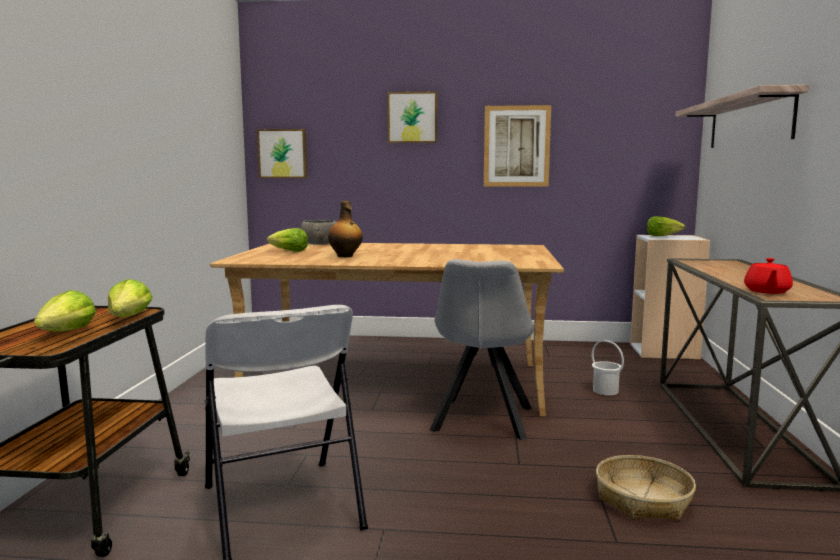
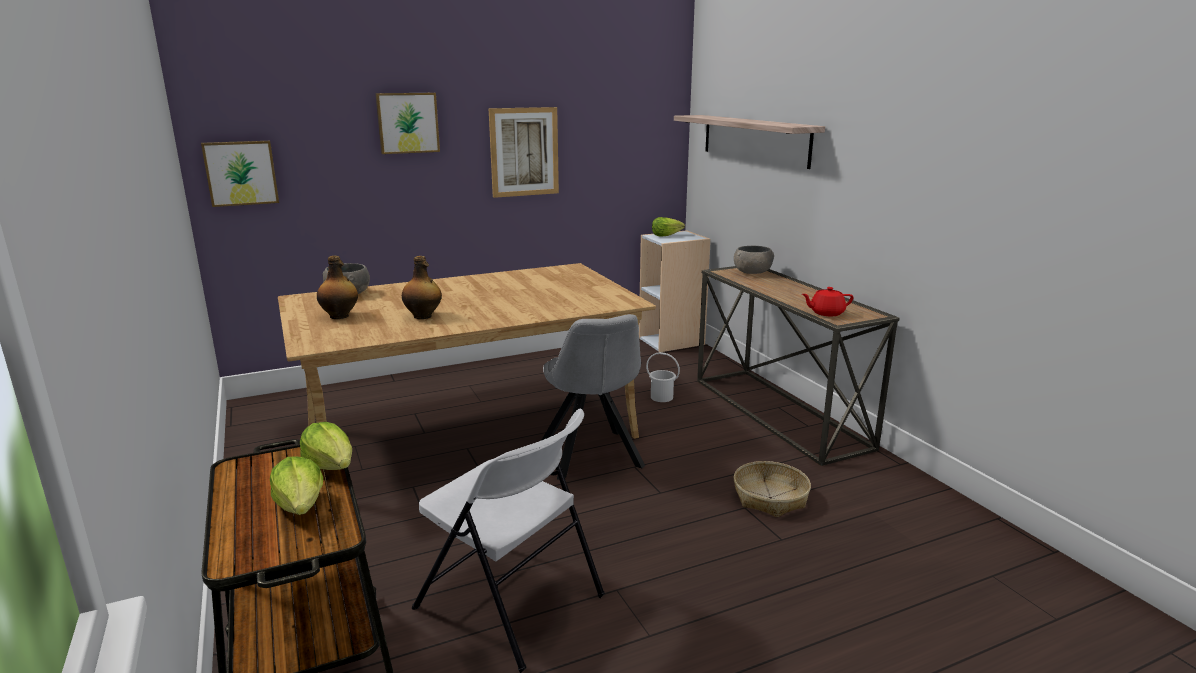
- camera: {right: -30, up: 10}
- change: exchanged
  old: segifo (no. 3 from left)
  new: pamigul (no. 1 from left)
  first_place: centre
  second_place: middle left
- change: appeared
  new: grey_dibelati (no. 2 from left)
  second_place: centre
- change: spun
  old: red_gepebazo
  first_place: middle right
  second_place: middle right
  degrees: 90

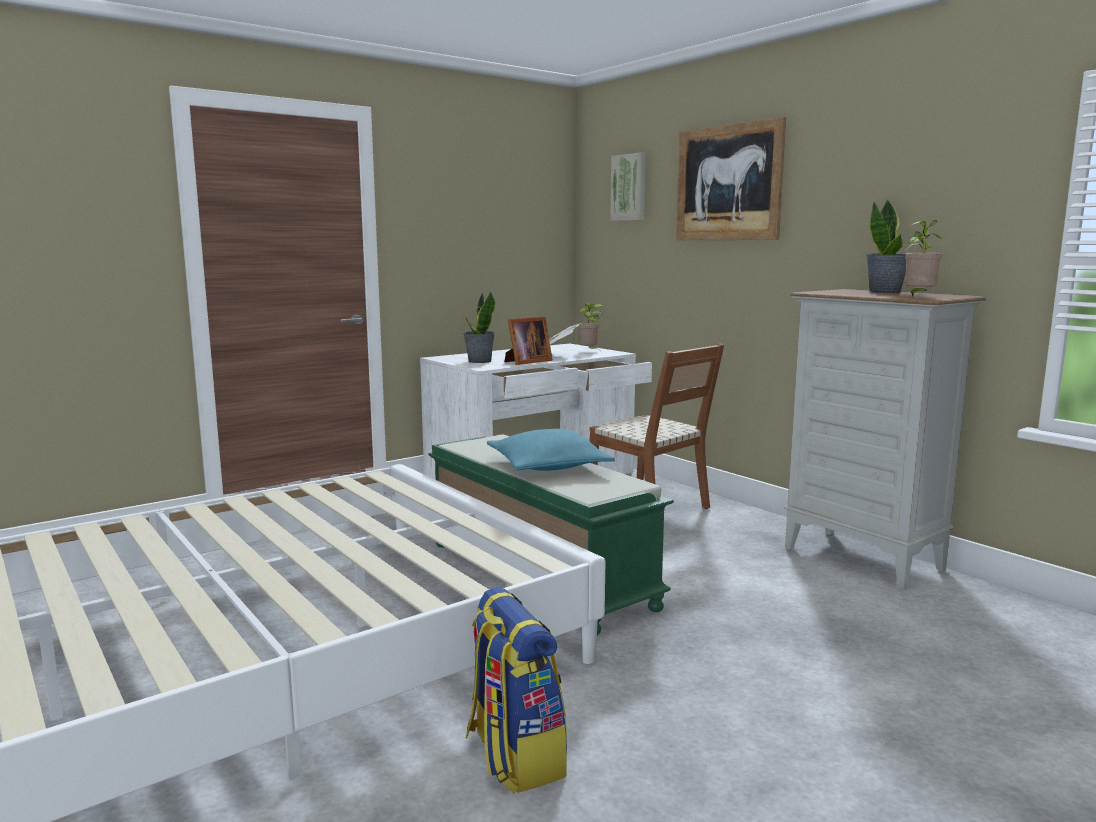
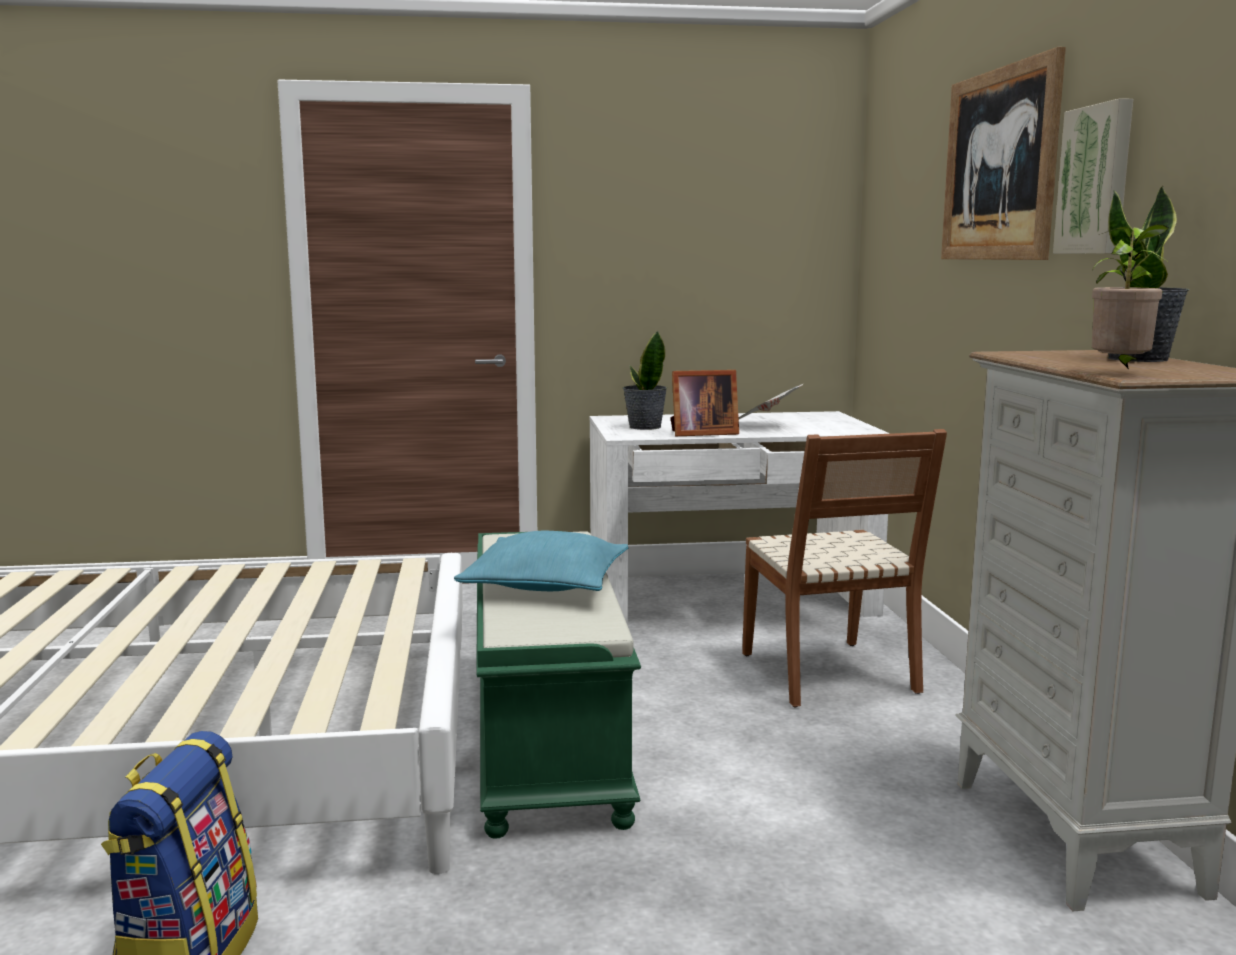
- camera: {right: 30, up: 0}
- change: relocated
  old: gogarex (no. 1 from left in the first image)
  new: gogarex (no. 2 from left)
  first_place: top centre
  second_place: top right
- change: missing
  old: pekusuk (no. 2 from left)
  first_place: centre

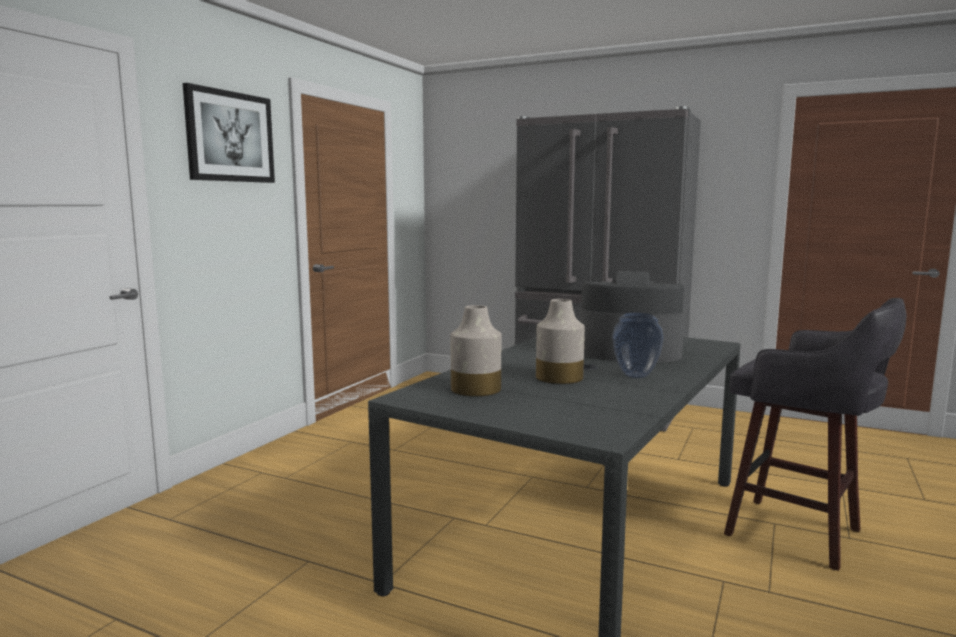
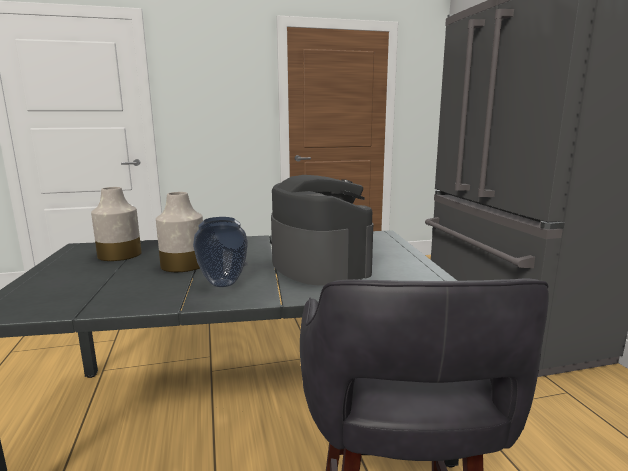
- camera: {right: 50, up: 5}
- change: missing
  old: gogarex
  first_place: top left

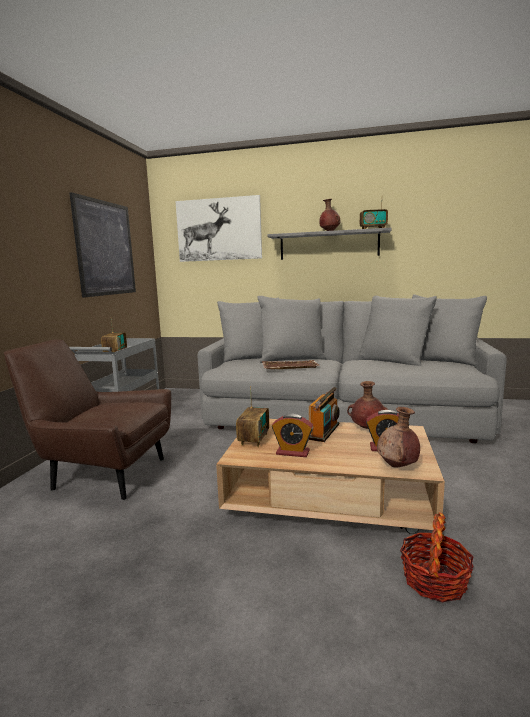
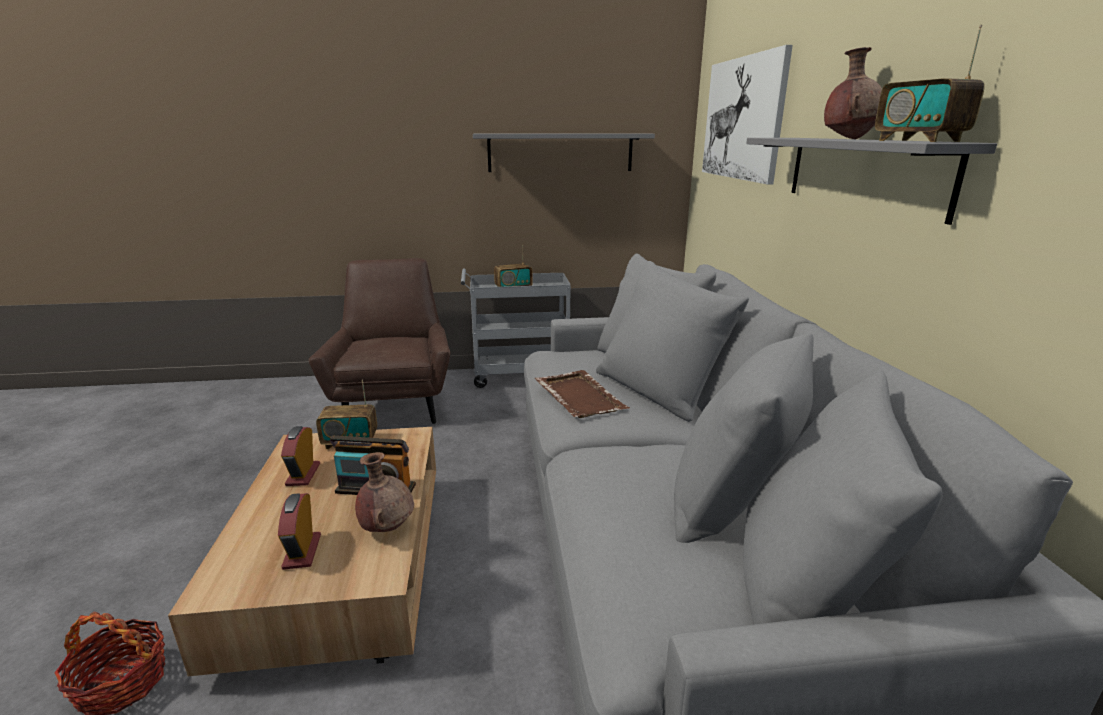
- camera: {right: 70, up: 10}
- change: exchanged
  old: gogarex (no. 1 from left)
  new: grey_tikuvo (no. 1 from left)
  first_place: middle left
  second_place: top centre
- change: missing
  old: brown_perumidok (no. 3 from left)
  first_place: middle right

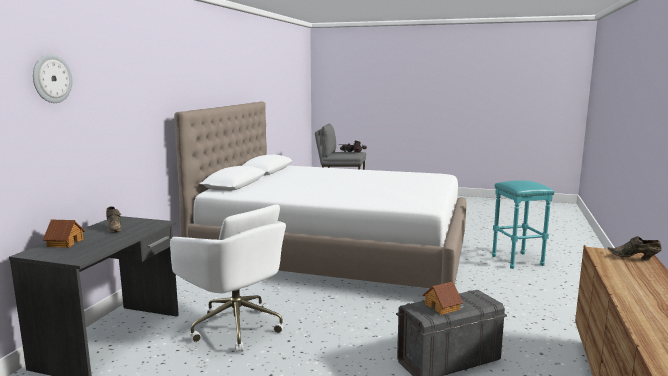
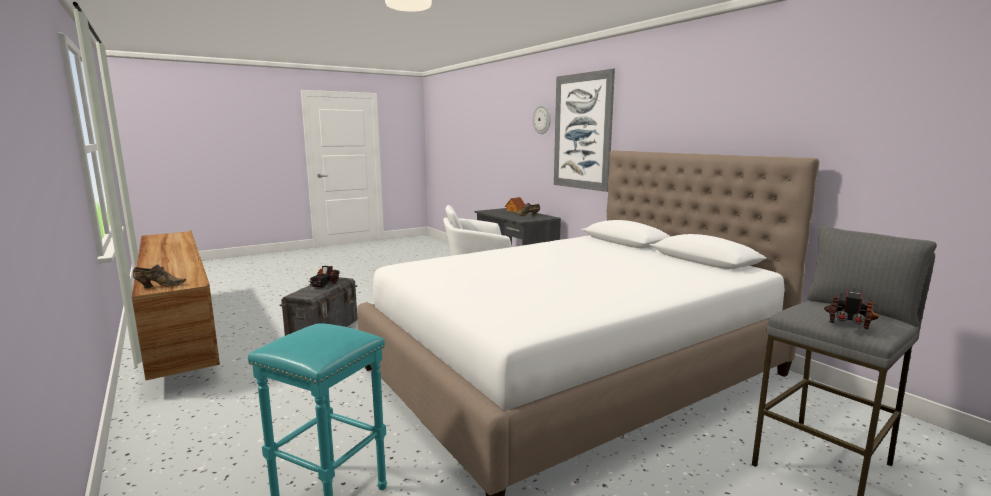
- camera: {right: 130, up: 0}
- change: exchanged
  old: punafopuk (no. 2 from left)
  new: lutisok (no. 1 from left)
  first_place: bottom centre
  second_place: middle left
- change: appeared
  new: gogarex
  second_place: top centre

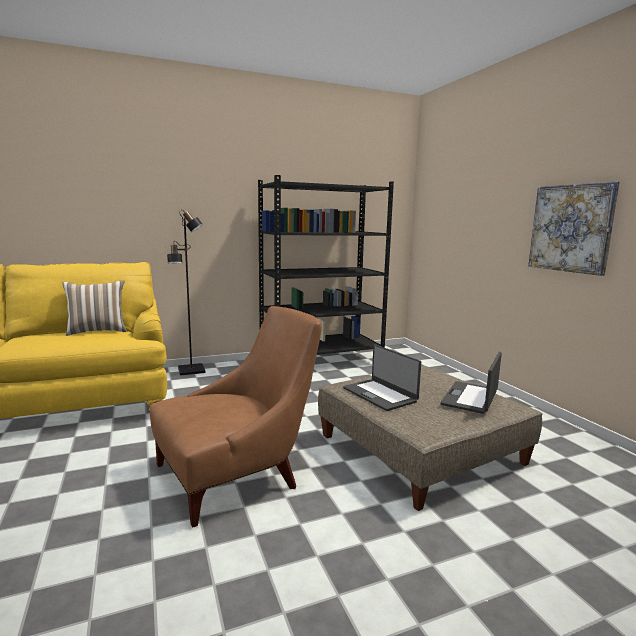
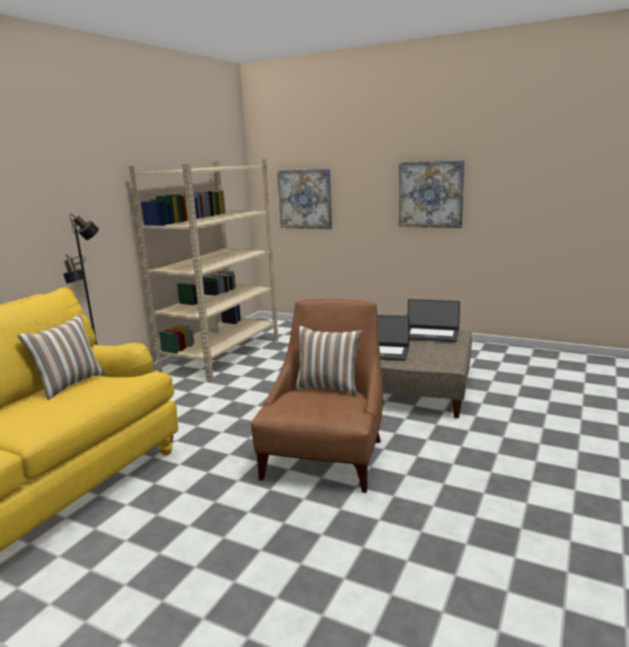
- camera: {right: -40, up: 5}
- change: colour
  old: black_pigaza
  new: beige_pigaza
  first_place: centre
  second_place: middle left
- change: appeared
  new: gogarex (no. 1 from left)
  second_place: top centre
- change: appeared
  new: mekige (no. 2 from left)
  second_place: centre
- change: spun
  old: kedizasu (no. 2 from left)
  first_place: middle right
  second_place: middle right
  degrees: -60

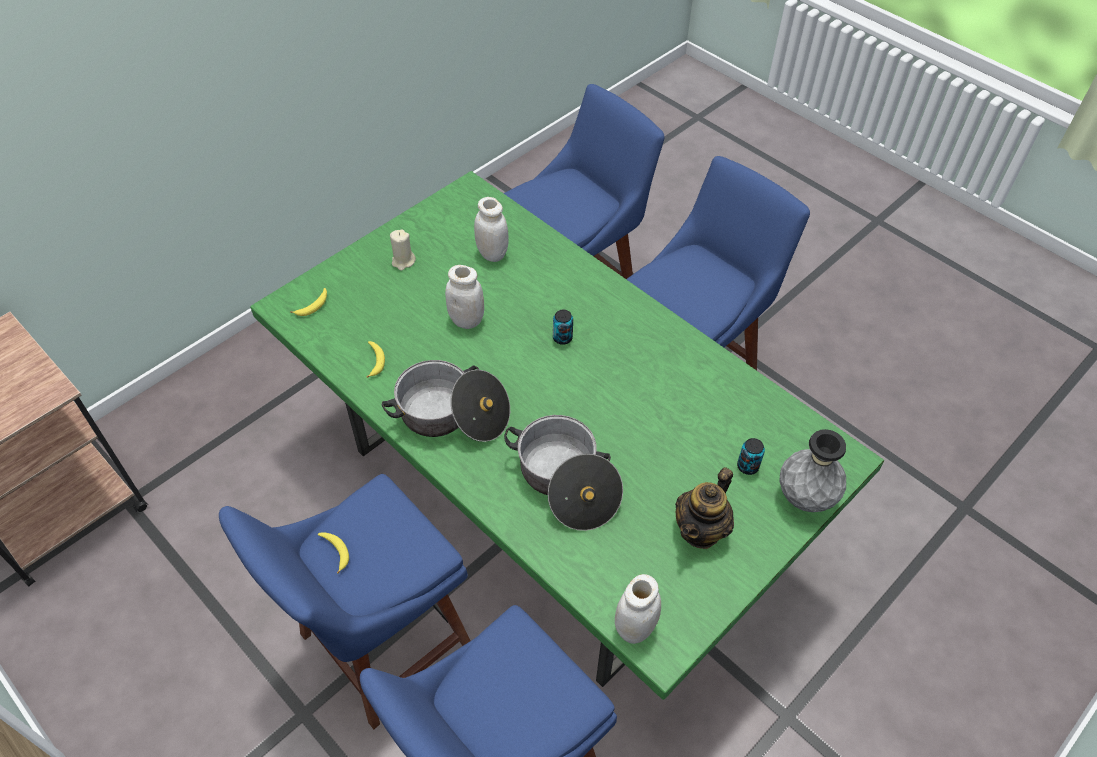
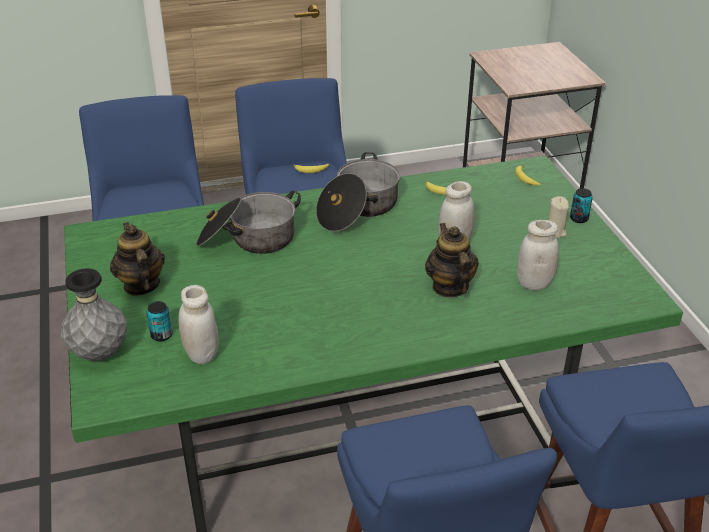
- camera: {right: 120, up: -15}
- change: relocated
  old: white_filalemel (no. 3 from left in the first image)
  new: white_filalemel (no. 1 from left)
  first_place: bottom centre
  second_place: middle left
- change: appeared
  new: gepebazo (no. 2 from left)
  second_place: centre
- change: relocated
  old: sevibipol (no. 1 from left in the first image)
  new: sevibipol (no. 2 from left)
  first_place: centre
  second_place: middle right

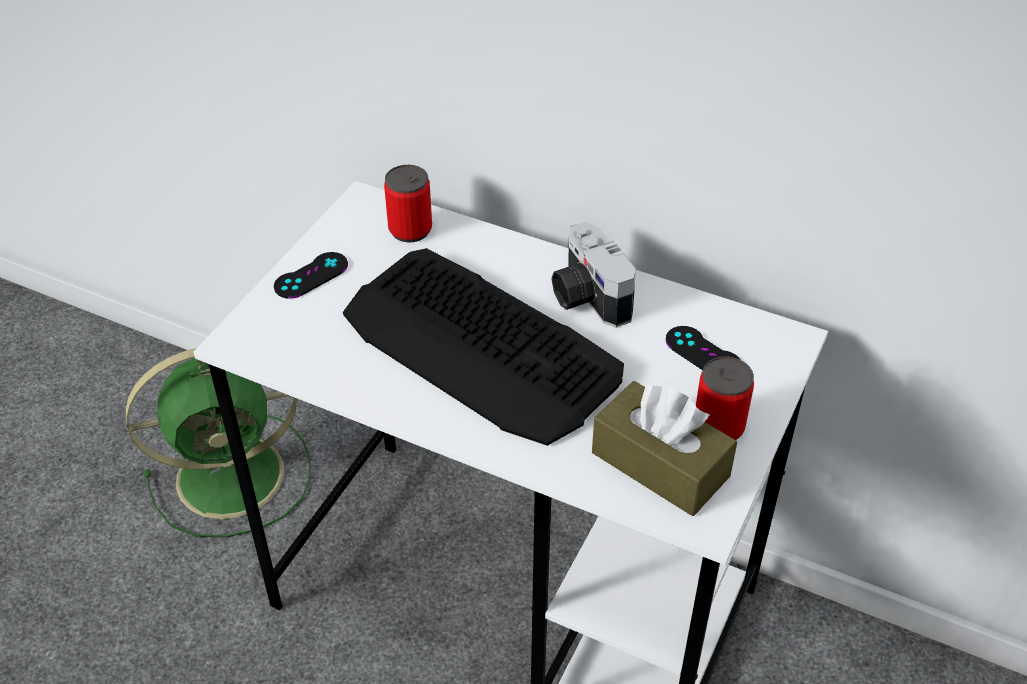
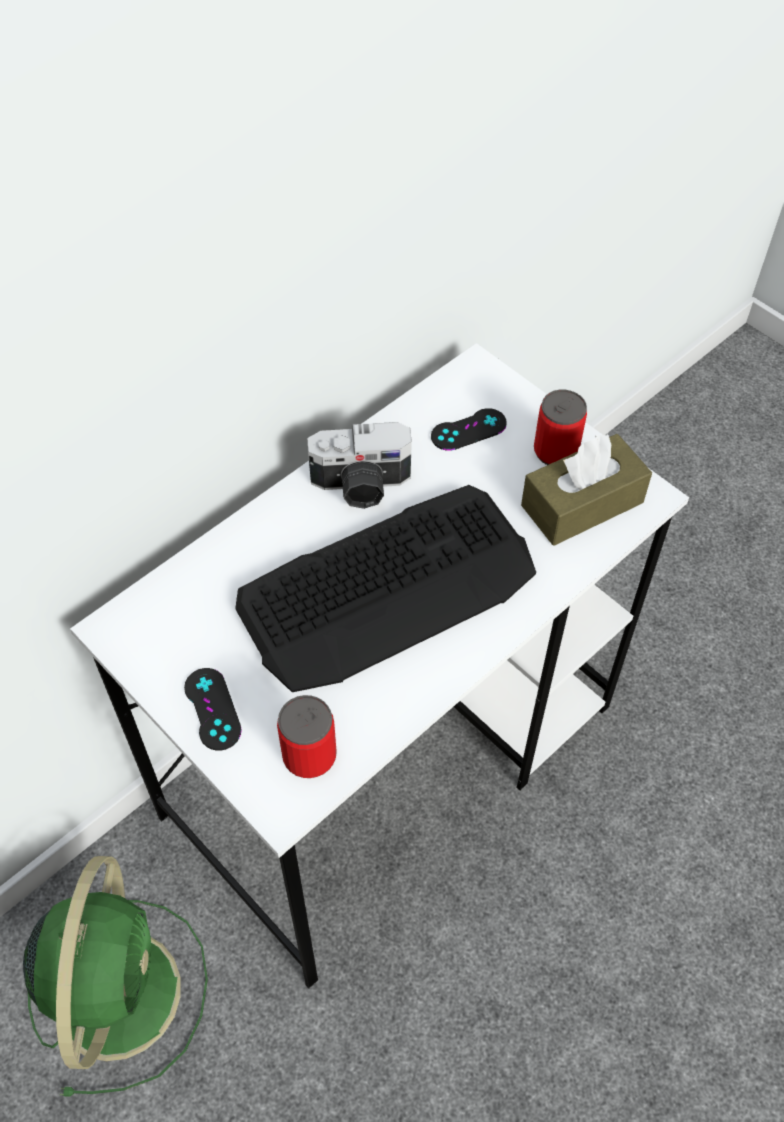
- camera: {right: -70, up: 10}
- change: relocated
  old: sevibipol (no. 1 from left)
  first_place: top centre
  second_place: centre

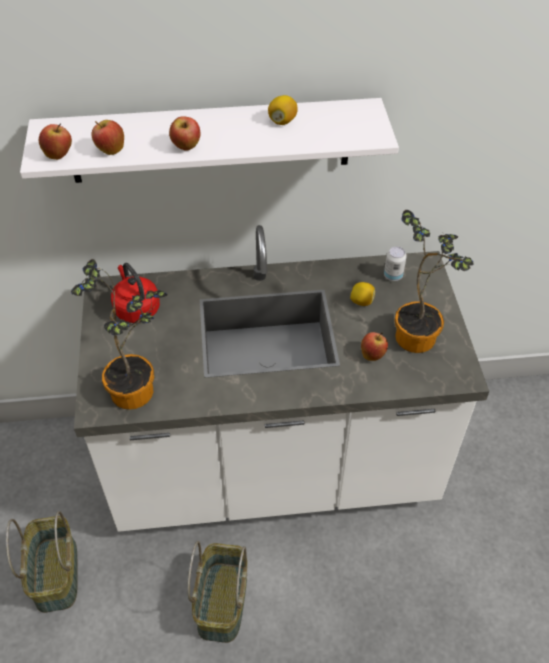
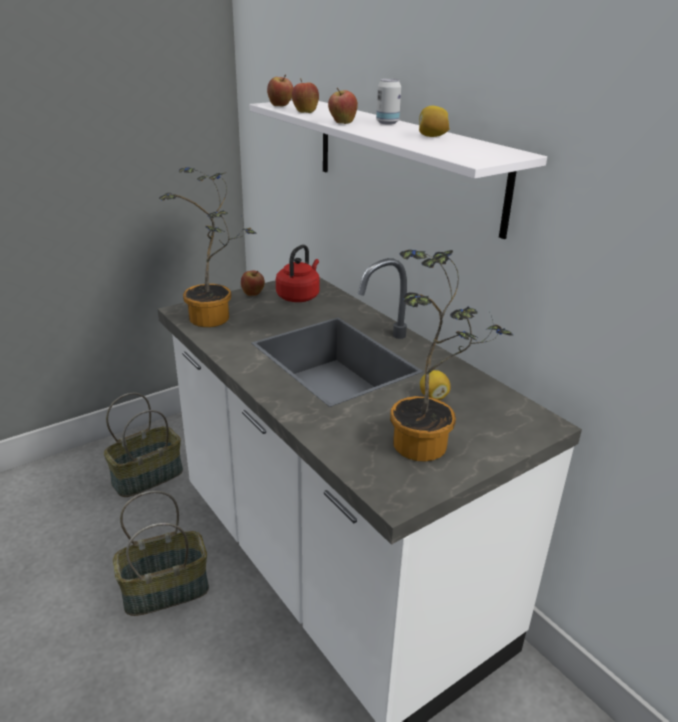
- camera: {right: 60, up: -20}
- change: relocated
  old: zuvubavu (no. 4 from left in the first image)
  new: zuvubavu (no. 1 from left)
  first_place: middle right
  second_place: centre
- change: relocated
  old: sevibipol
  first_place: middle right
  second_place: top centre

